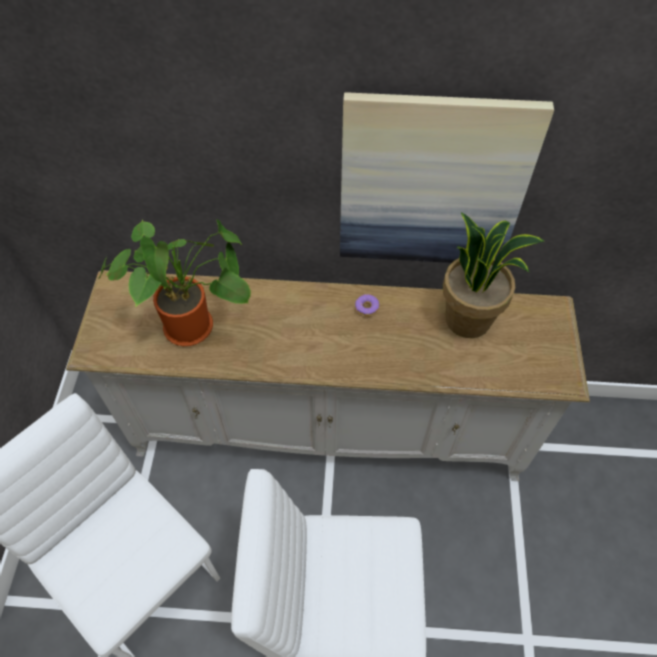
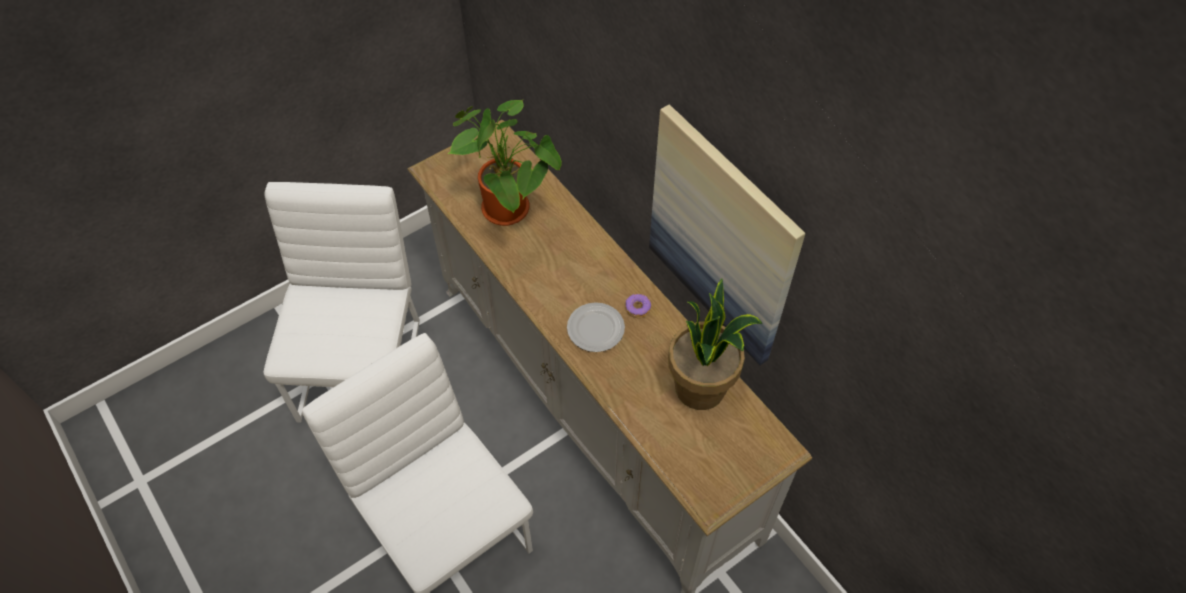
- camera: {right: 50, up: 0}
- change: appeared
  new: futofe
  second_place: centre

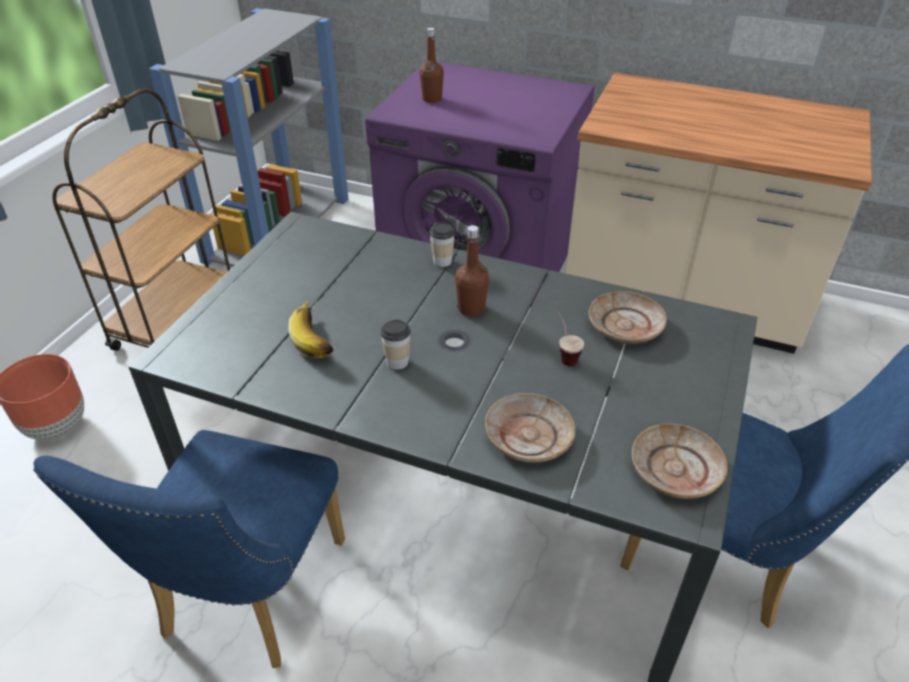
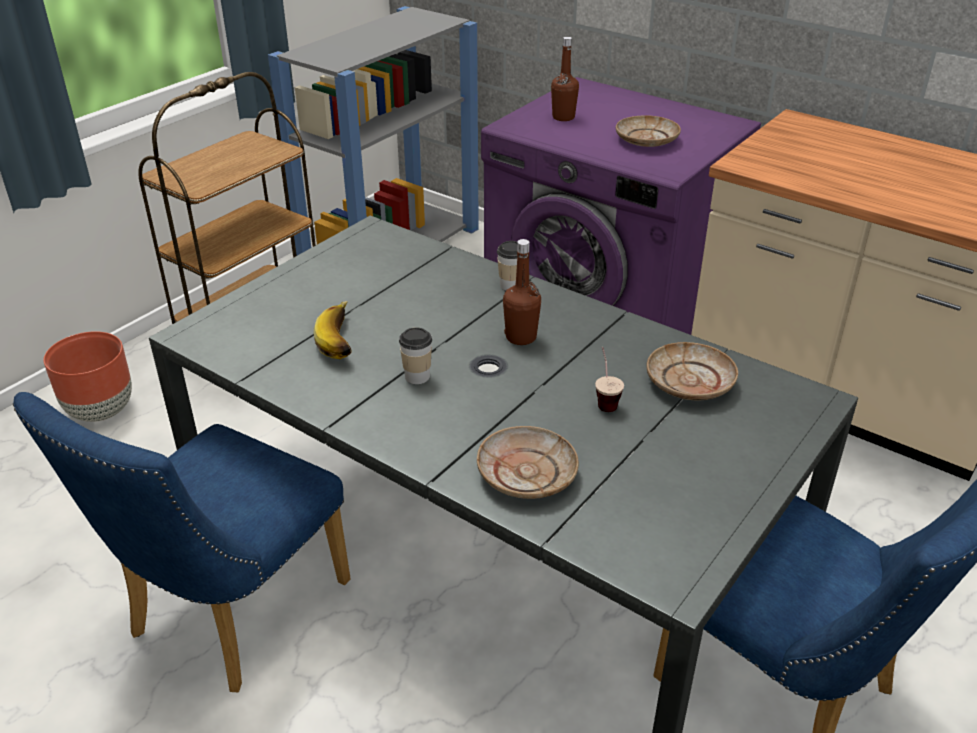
- camera: {right: 15, up: -5}
- change: relocated
  old: beige_futofe (no. 3 from left in the first image)
  new: beige_futofe (no. 2 from left)
  first_place: bottom right
  second_place: top centre

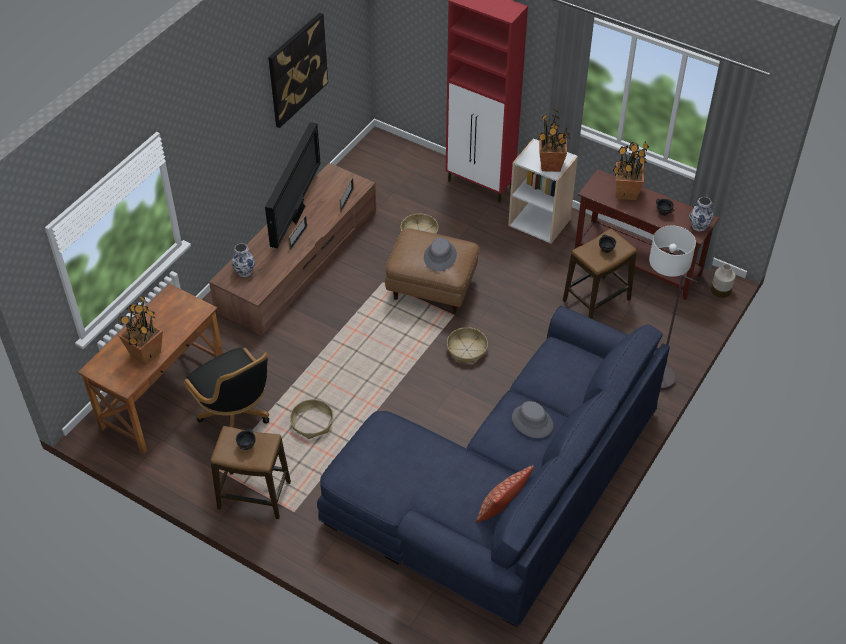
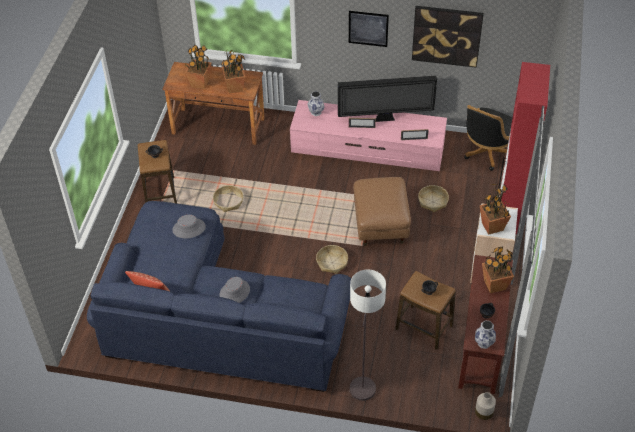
- camera: {right: 70, up: 0}
- change: relocated
  old: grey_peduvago (no. 1 from left)
  first_place: centre
  second_place: middle left
- change: appeared
  new: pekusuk (no. 2 from left)
  second_place: top centre
- change: colour
  old: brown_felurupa
  new: pink_felurupa
  first_place: centre
  second_place: top centre
- change: appeared
  new: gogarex (no. 1 from left)
  second_place: top centre
- change: relocated
  old: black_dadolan
  first_place: middle left
  second_place: top right

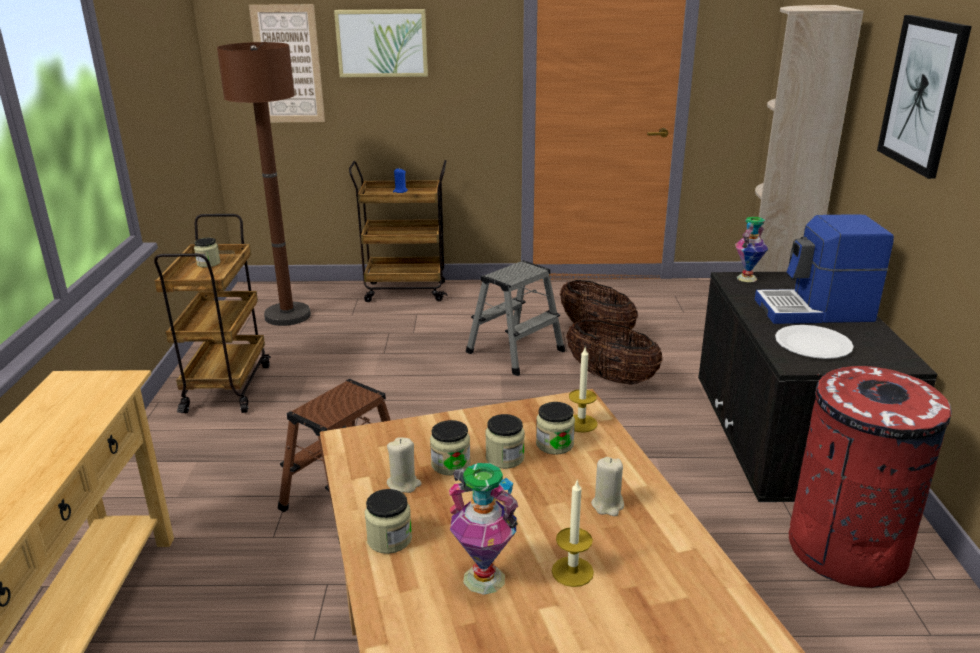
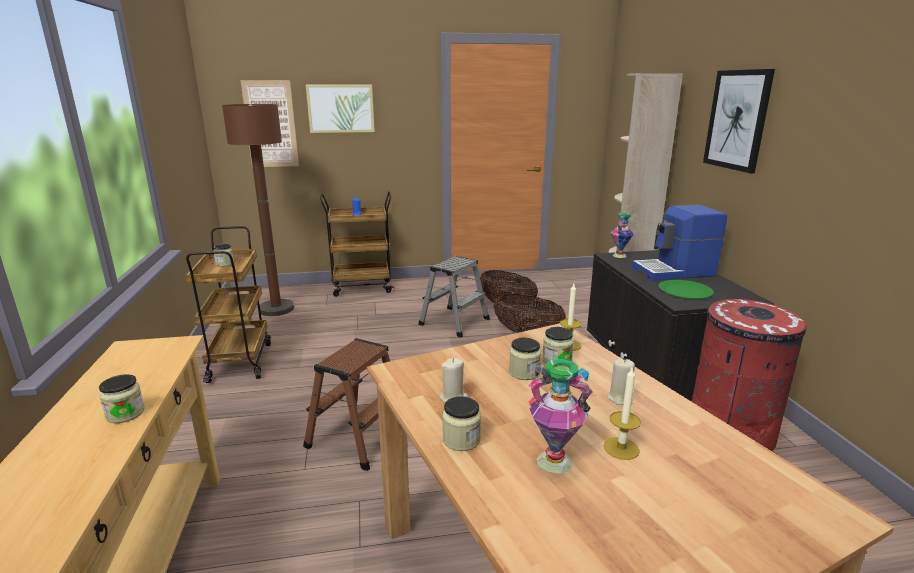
- camera: {right: -10, up: -5}
- change: relocated
  old: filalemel (no. 3 from left in the first image)
  new: filalemel (no. 1 from left)
  first_place: bottom centre
  second_place: bottom left
- change: colour
  old: white_futofe
  new: green_futofe
  first_place: middle right
  second_place: middle right

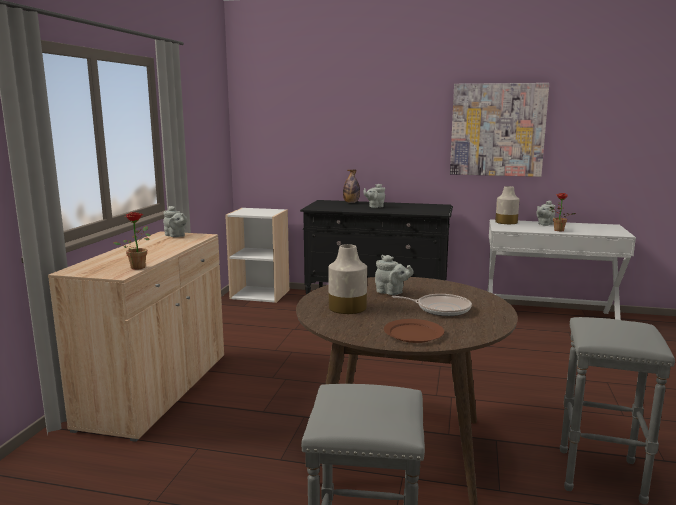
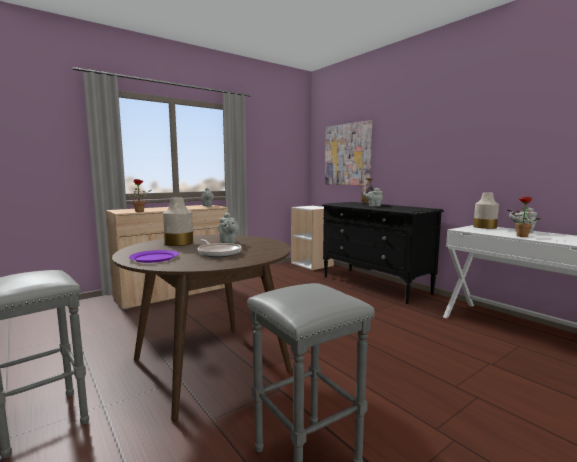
- camera: {right: 40, up: -5}
- change: colour
  old: brown_futofe
  new: purple_futofe
  first_place: centre
  second_place: middle left
- change: relocated
  old: gogarex
  first_place: top right
  second_place: top centre

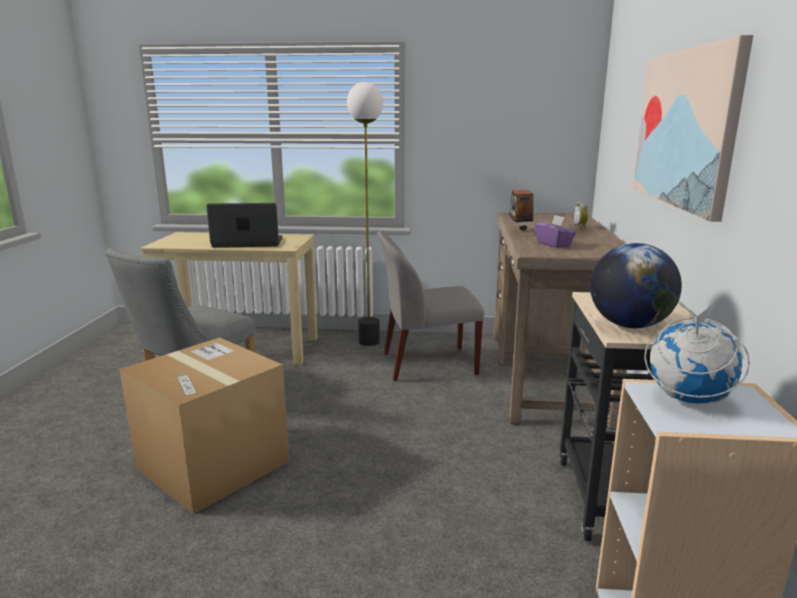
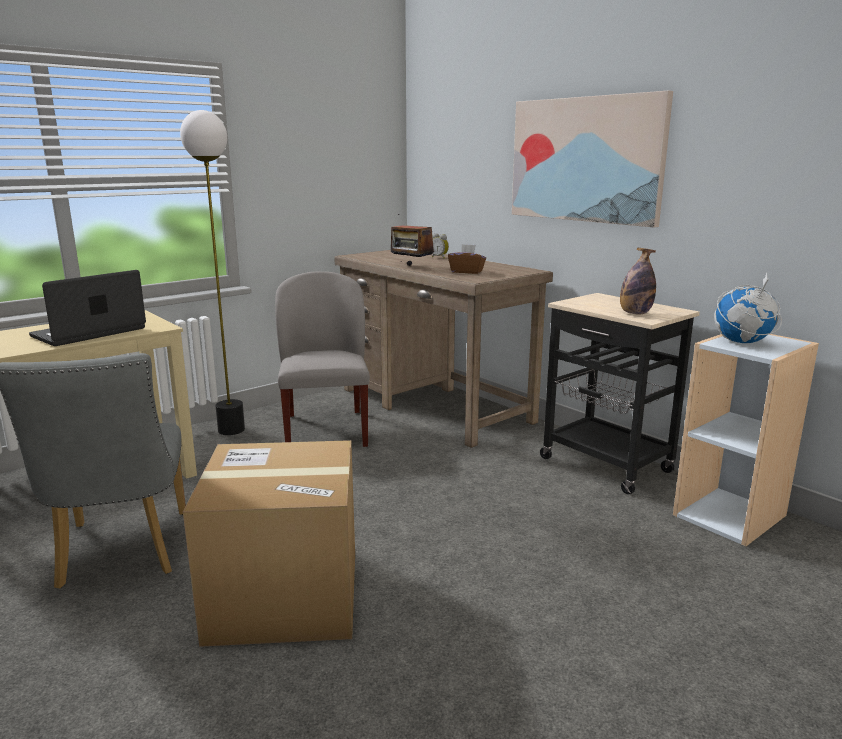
- camera: {right: -45, up: 0}
- change: spun
  old: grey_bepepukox (no. 2 from left)
  first_place: centre
  second_place: centre
  degrees: 135
- change: colour
  old: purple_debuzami
  new: brown_debuzami
  first_place: middle right
  second_place: centre
- change: exchanged
  old: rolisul (no. 1 from left)
  new: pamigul
  first_place: middle right
  second_place: middle right

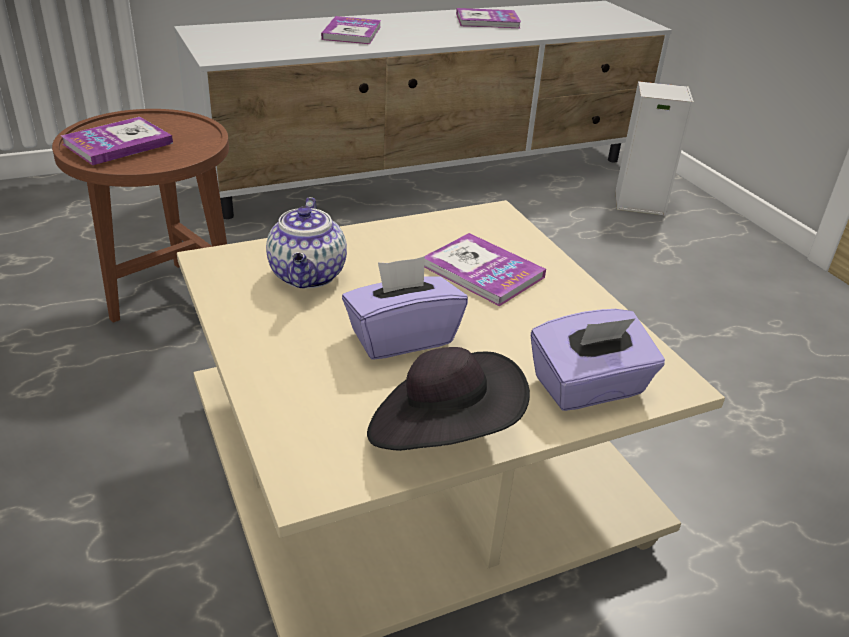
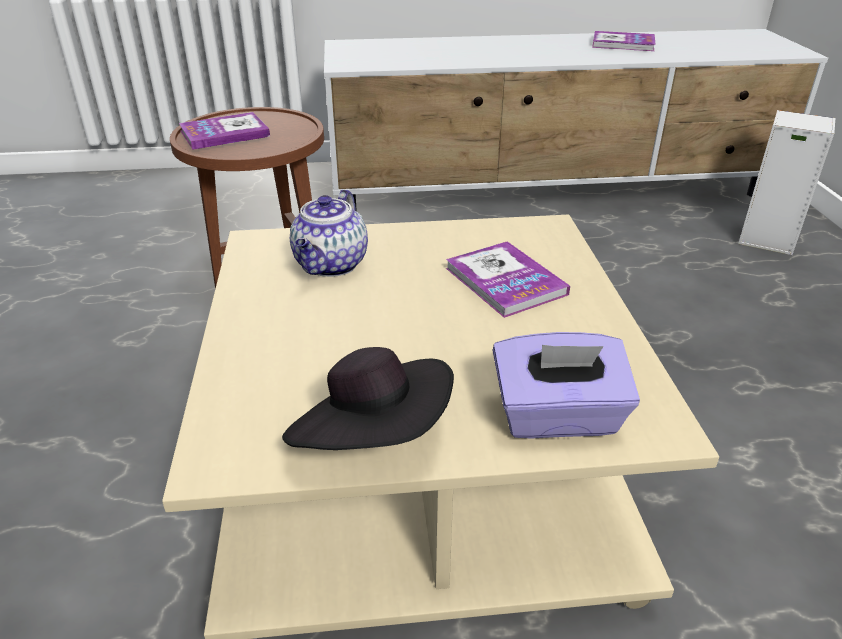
- camera: {right: 20, up: 0}
- change: missing
  old: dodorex (no. 2 from left)
  first_place: top centre
- change: missing
  old: purple_debuzami (no. 1 from left)
  first_place: centre

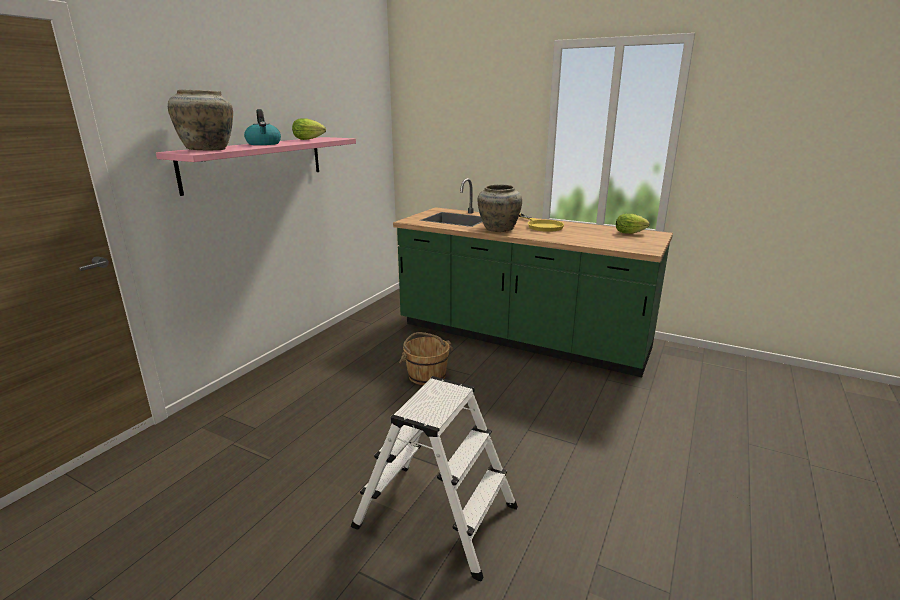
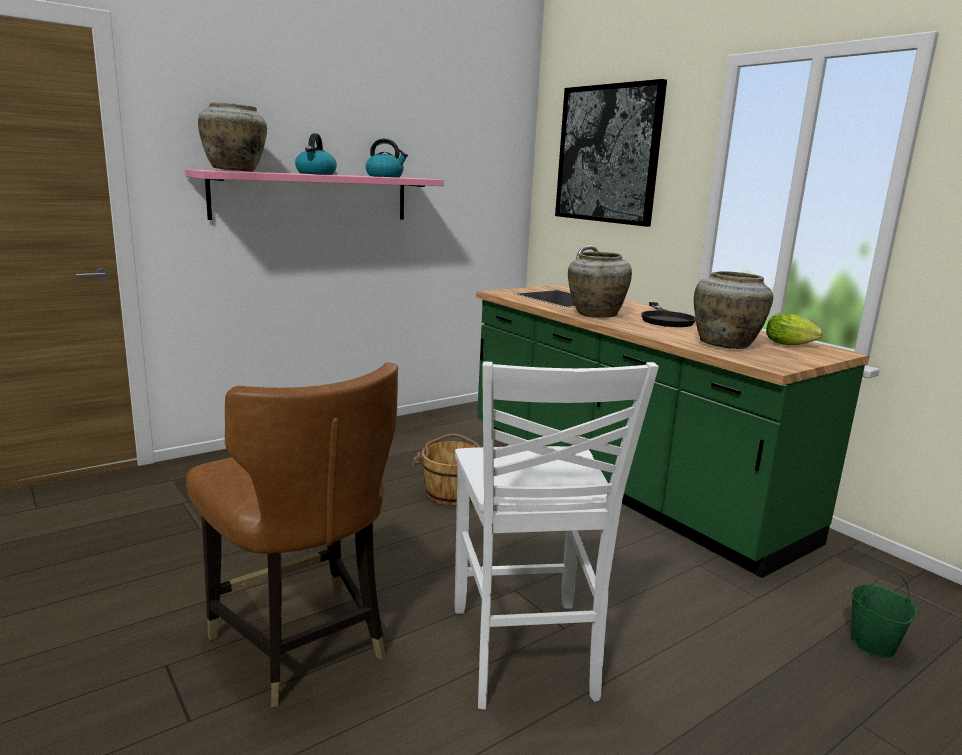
- camera: {right: 25, up: -5}
- change: exchanged
  old: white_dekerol
  new: brown_bepepukox
  first_place: bottom centre
  second_place: bottom left
- change: exchanged
  old: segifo (no. 1 from left)
  new: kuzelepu (no. 2 from left)
  first_place: top centre
  second_place: top centre
- change: appeared
  new: white_bepepukox
  second_place: bottom centre
- change: appeared
  new: gogarex
  second_place: top centre
- change: colour
  old: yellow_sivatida
  new: black_sivatida
  first_place: centre
  second_place: middle right
- change: appeared
  new: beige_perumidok (no. 3 from left)
  second_place: middle right
- change: appeared
  new: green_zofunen
  second_place: bottom right

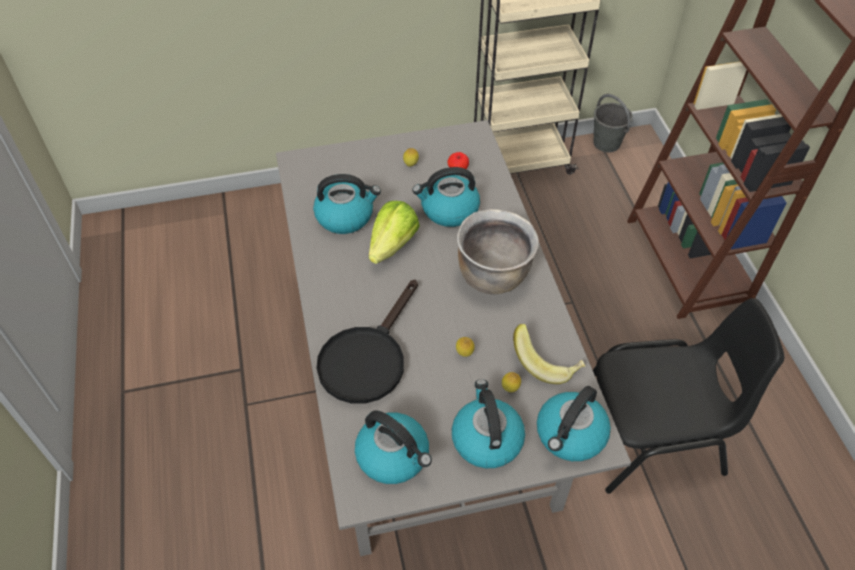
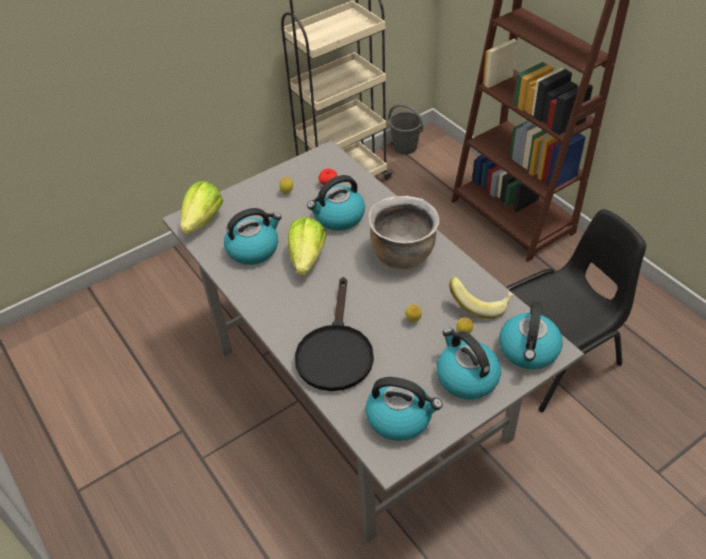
- camera: {right: -20, up: -5}
- change: appeared
  new: segifo (no. 1 from left)
  second_place: middle left

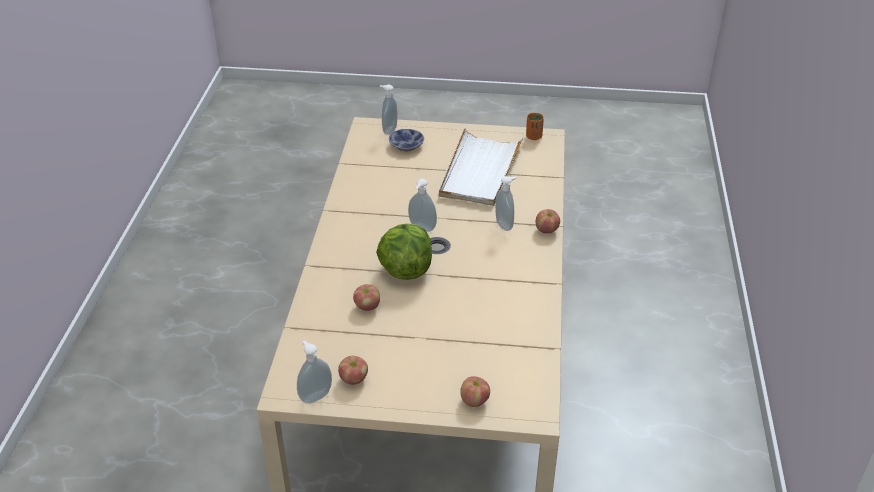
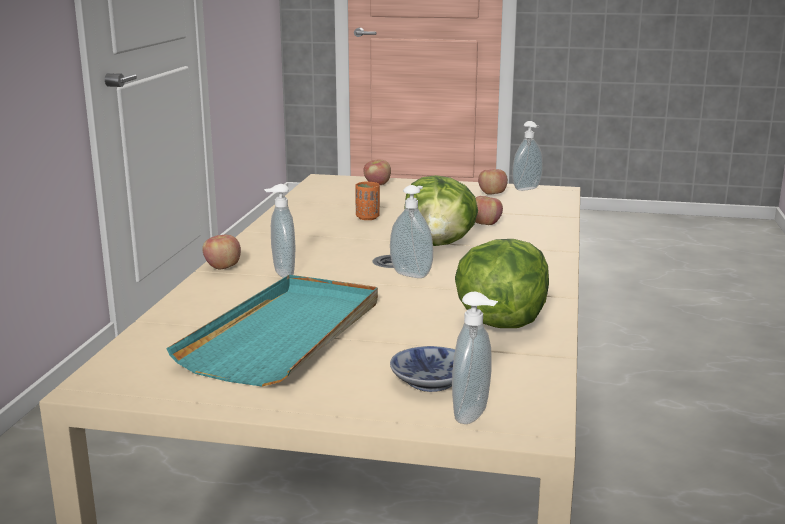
- camera: {right: -175, up: -20}
- change: colour
  old: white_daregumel
  new: turquoise_daregumel
  first_place: centre
  second_place: centre
- change: relocated
  old: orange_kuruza
  first_place: top centre
  second_place: centre
- change: appeared
  new: segifo (no. 2 from left)
  second_place: centre

